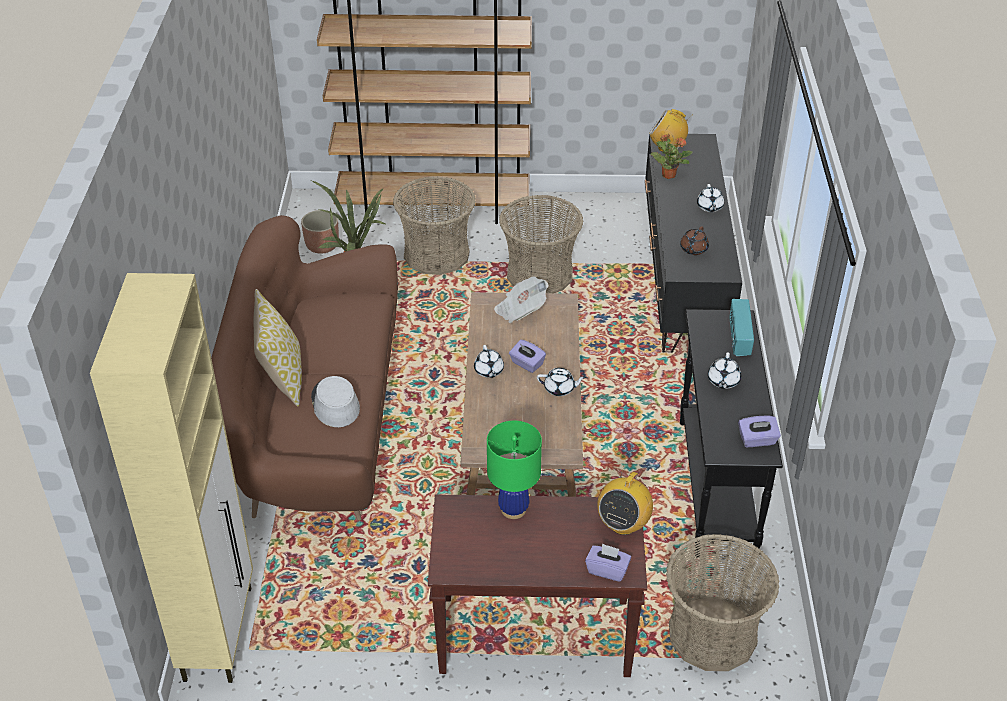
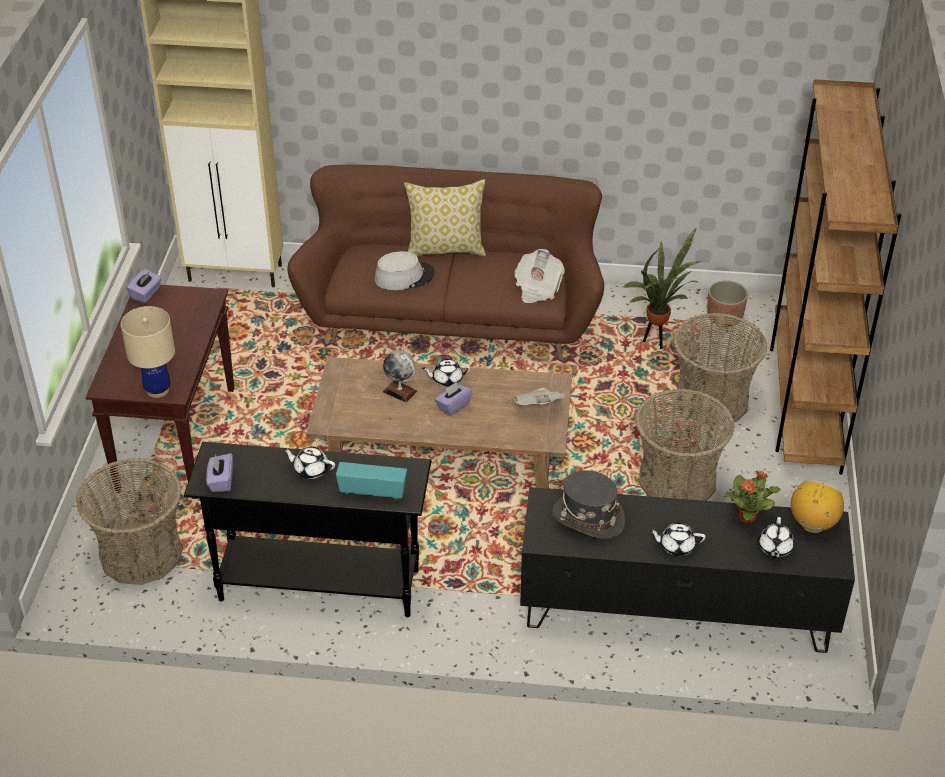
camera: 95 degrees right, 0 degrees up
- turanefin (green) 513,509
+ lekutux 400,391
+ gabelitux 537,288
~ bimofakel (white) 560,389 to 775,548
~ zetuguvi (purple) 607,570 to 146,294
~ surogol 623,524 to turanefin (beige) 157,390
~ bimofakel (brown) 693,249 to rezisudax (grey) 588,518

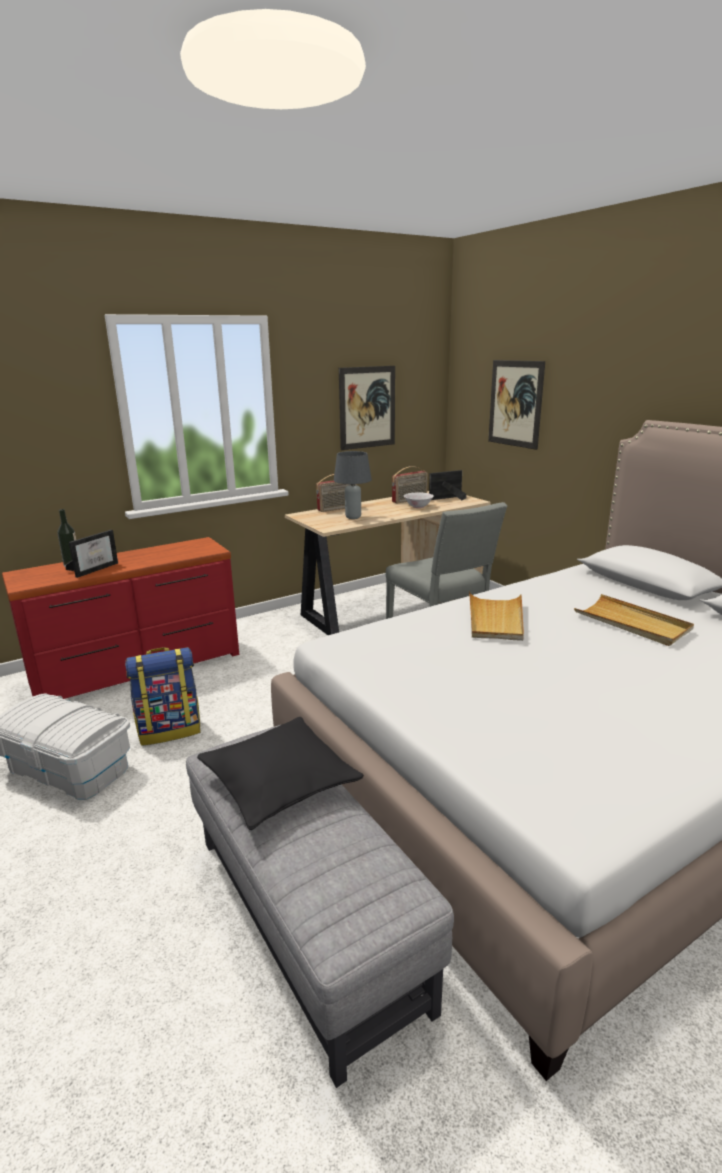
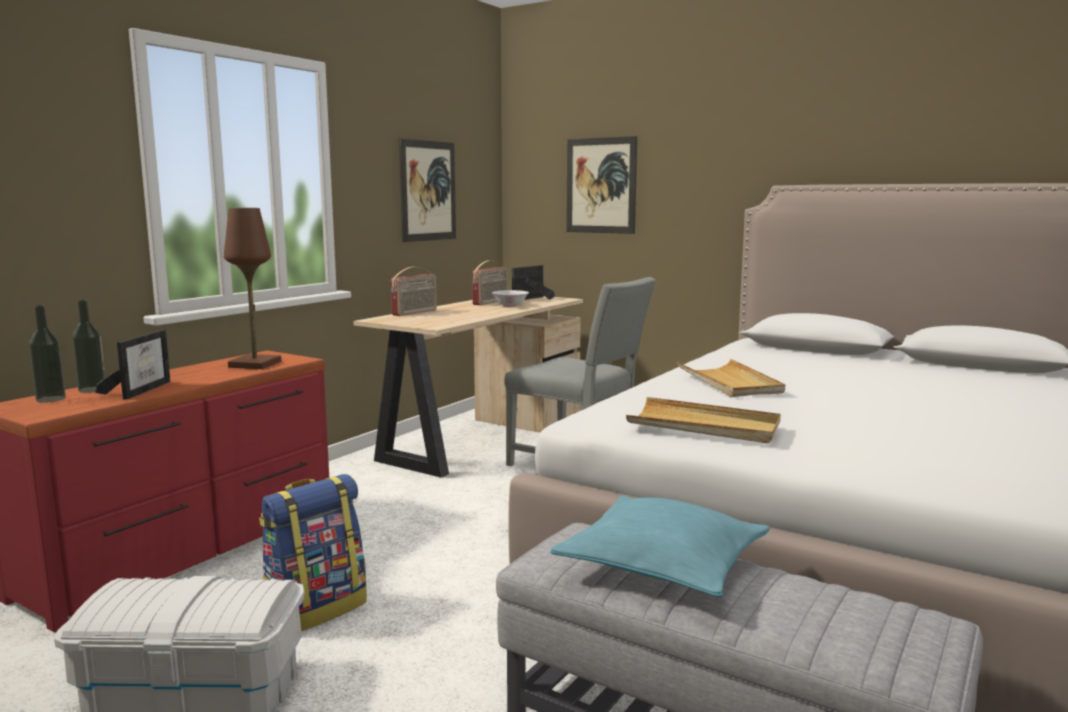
camera: 25 degrees left, 10 degrees down
- turanefin (grey) 353,517
+ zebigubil 51,399
+ turanefin (brown) 255,364
~ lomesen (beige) 632,623 to 704,426
~ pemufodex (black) 279,782 to pemufodex (turquoise) 662,564

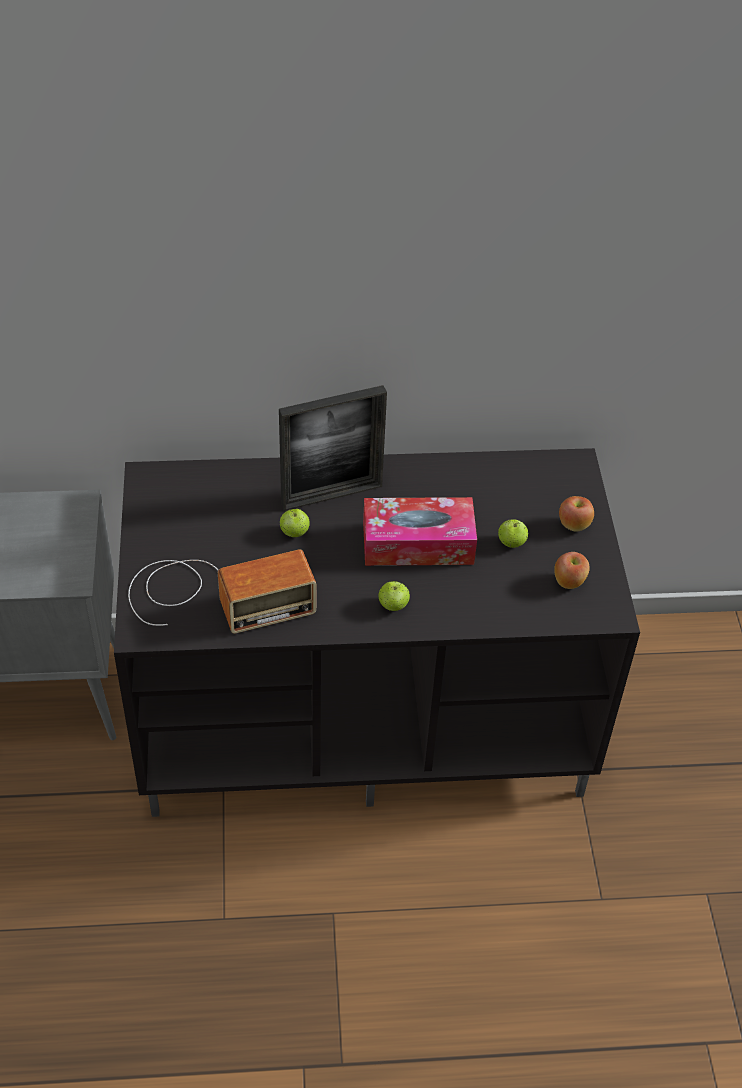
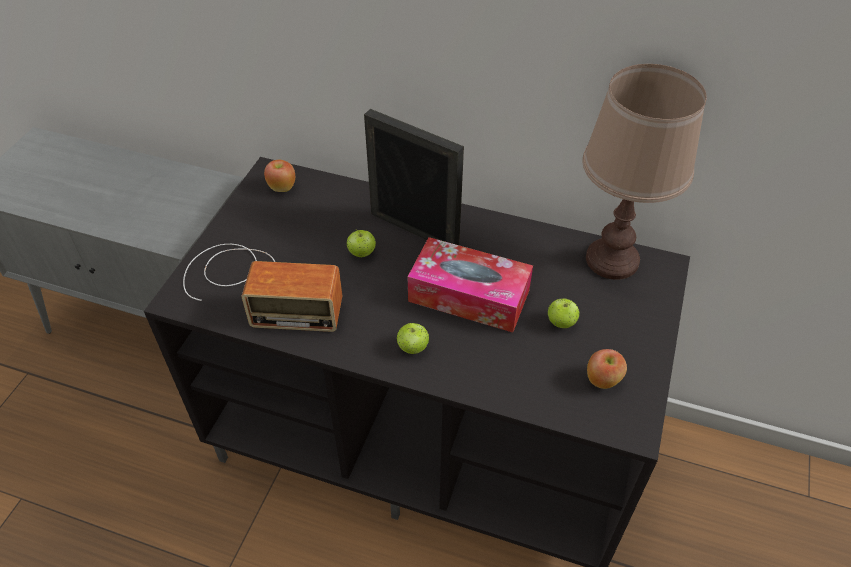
camera: 25 degrees right, 0 degrees up
+ turanefin (brown) 611,259
~ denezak 574,525 to 282,187
~ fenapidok 331,495 = 414,230 150 degrees counterclockwise

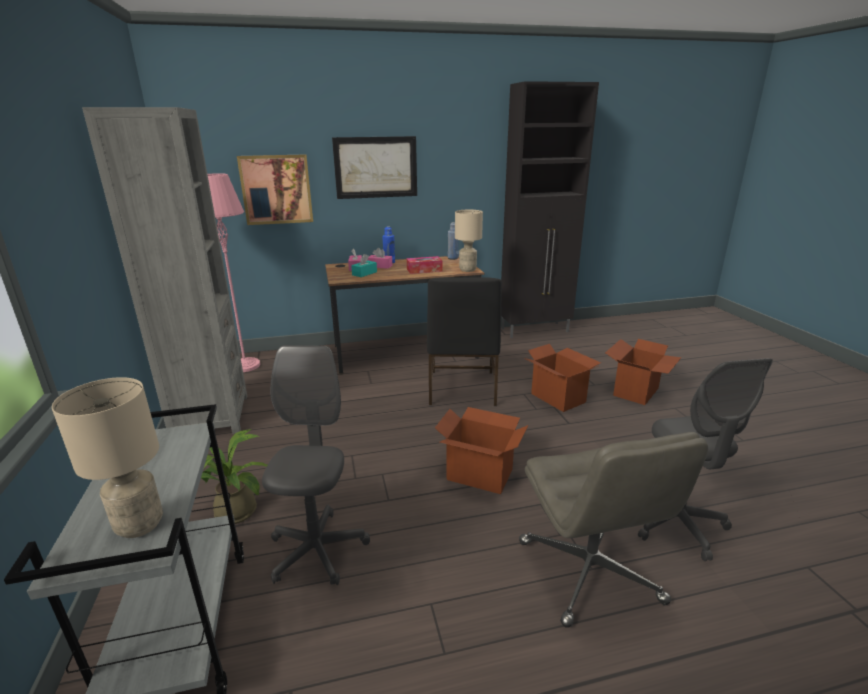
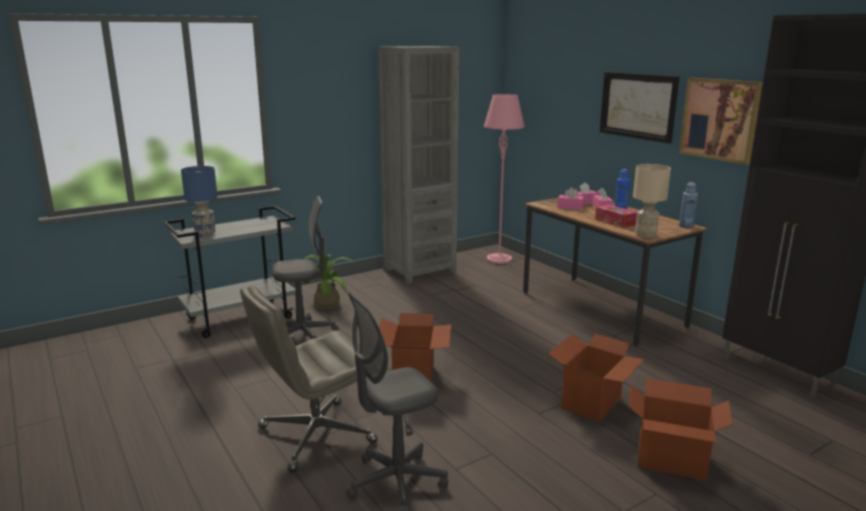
camera: 70 degrees right, 5 degrees down
- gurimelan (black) 461,388
~ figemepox 276,189 to 719,119
~ turanefin (beige) 140,525 to turanefin (blue) 205,234
~ zetuguvi (turquoise) 364,273 to zetuguvi (pink) 570,207

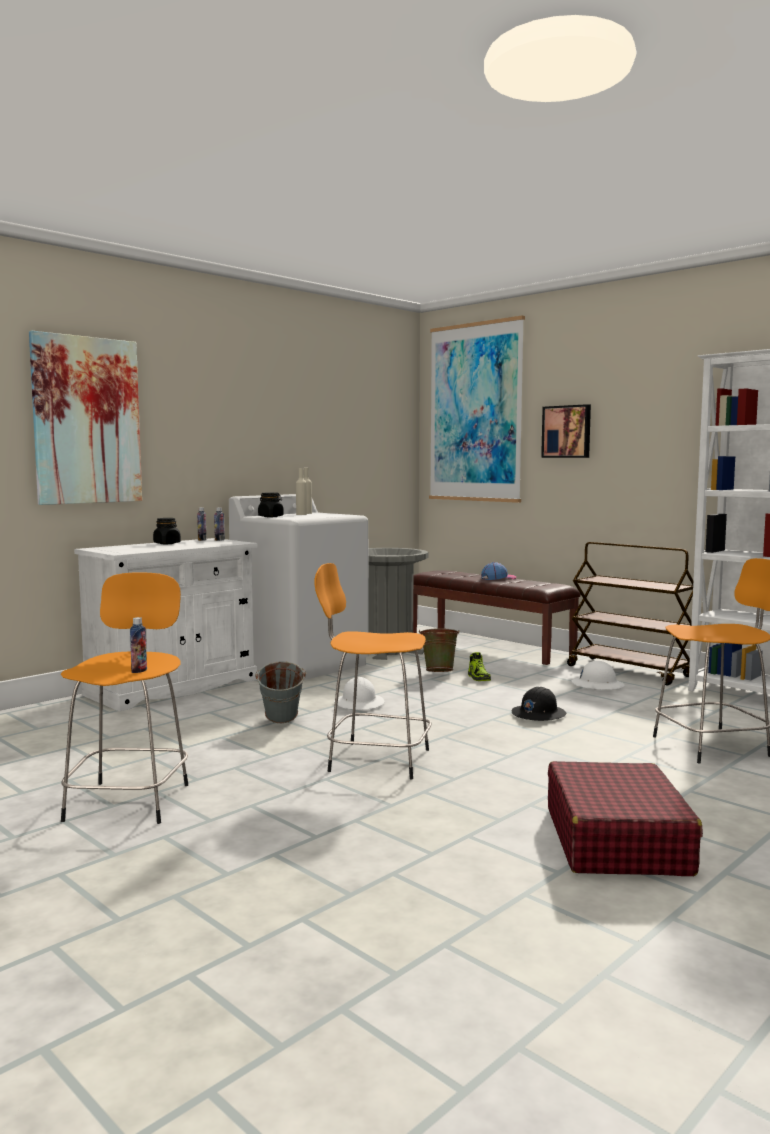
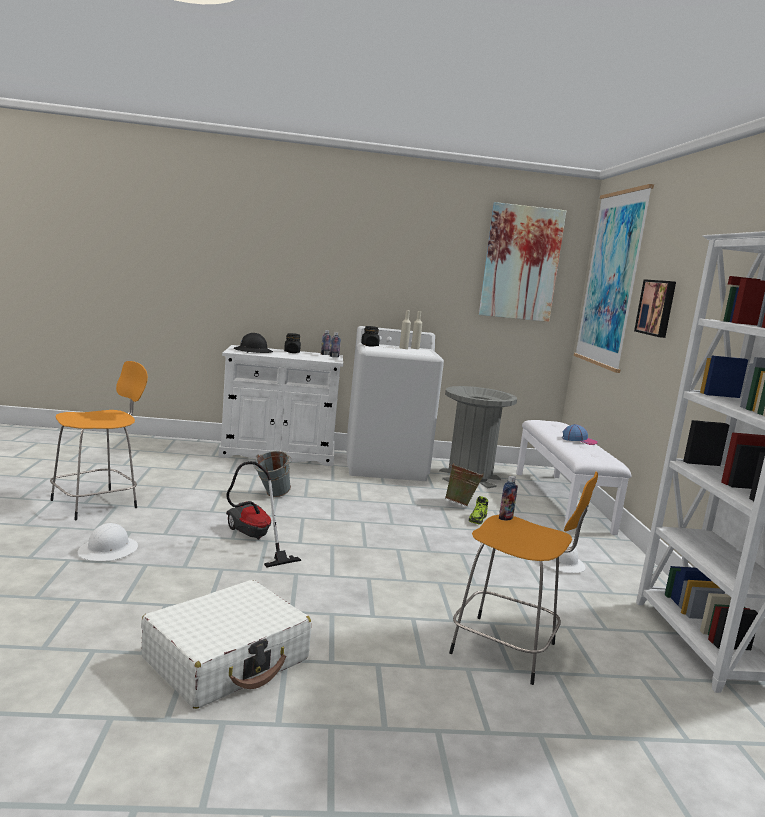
camera: 40 degrees right, 5 degrees up
- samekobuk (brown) 630,671
~ figemepox 87,420 to 521,263
~ zebigubil 139,670 to 505,518
~ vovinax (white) 359,703 to 108,551
~ vovinax (black) 538,714 to 253,351
~ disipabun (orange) 375,760 to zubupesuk 252,539
~ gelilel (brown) 489,645 to gelilel (white) 562,501
~ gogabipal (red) 616,840 to gogabipal (white) 227,659

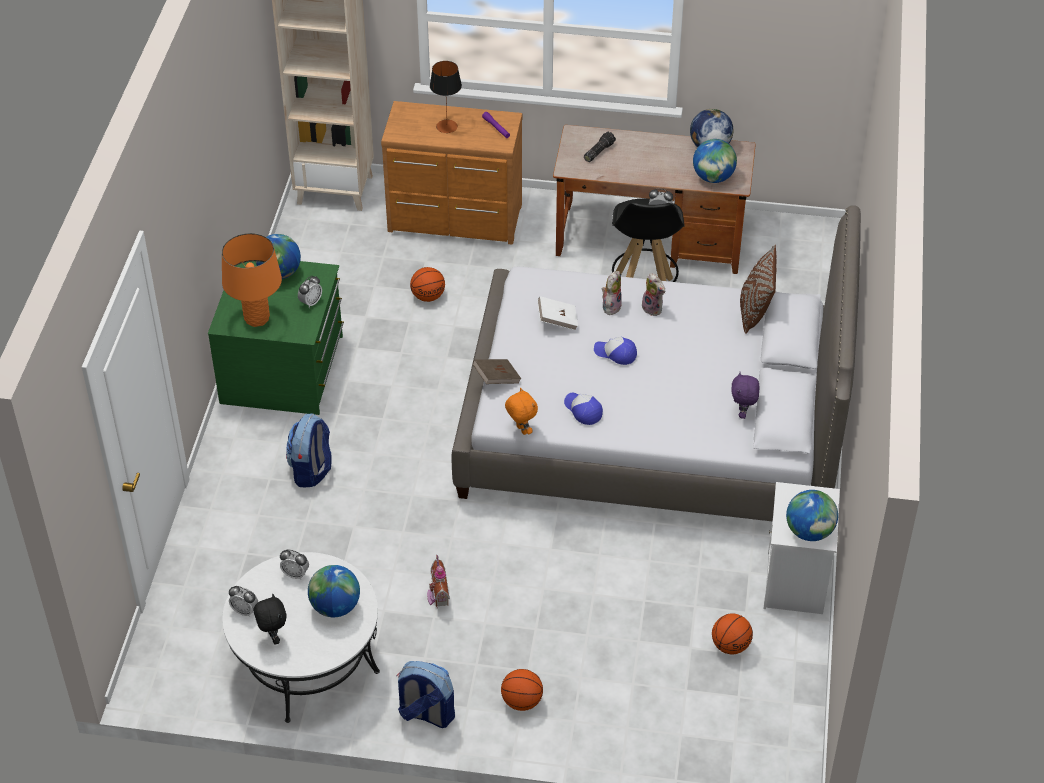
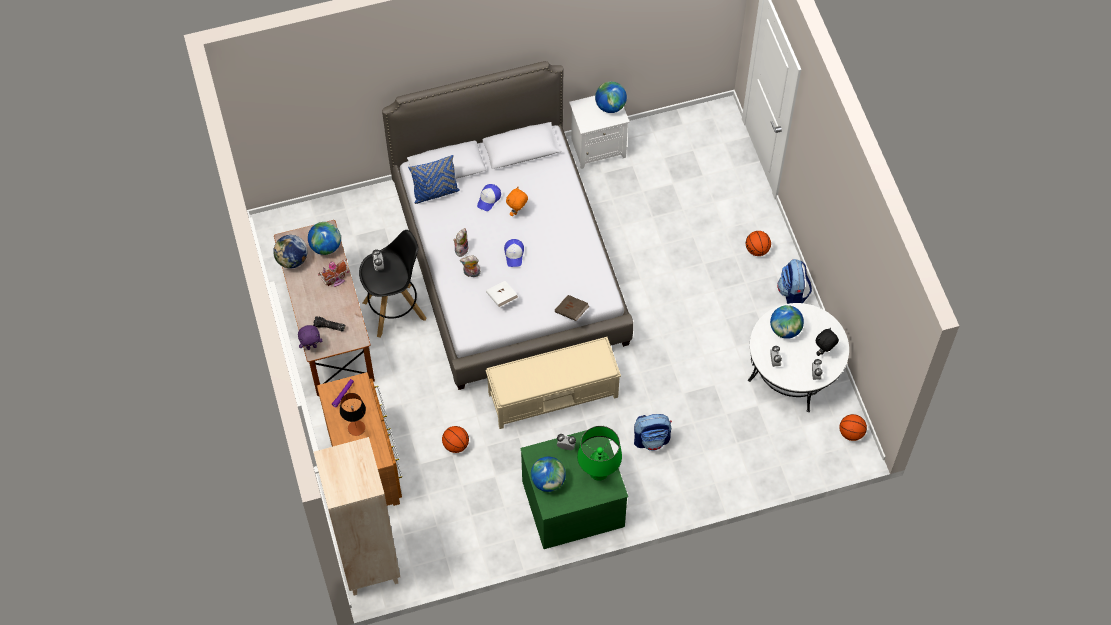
camera: 115 degrees left, 15 degrees up
+ gelilel (beige) 554,394
~ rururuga 437,596 to 335,280
~ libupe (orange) 521,430 to 517,211
~ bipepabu 583,410 to 489,199
~ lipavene 730,645 to 851,433
~ libupe (purple) 743,413 to 311,346
~ turanefin (orange) 257,318 to turanefin (green) 598,472
~ pemufodex (brown) 755,312 to pemufodex (blue) 435,192

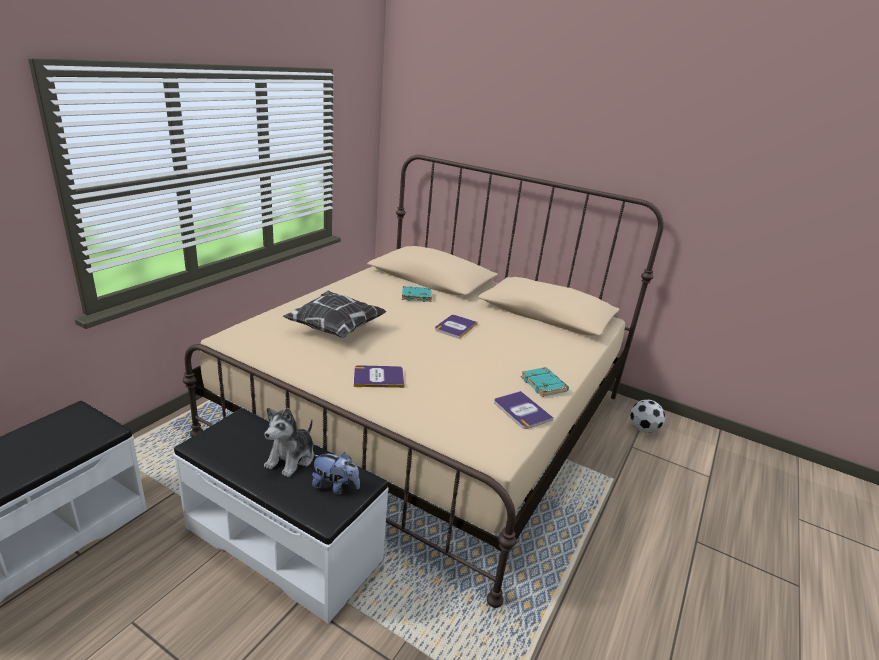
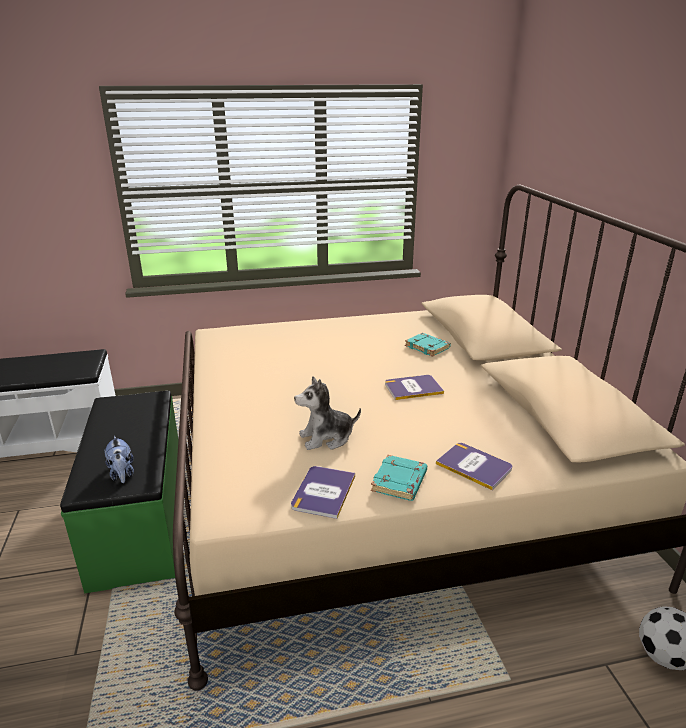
camera: 50 degrees right, 0 degrees up
- pemufodex 335,329
~ libupe 291,459 to 326,438
~ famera 378,377 to 474,466
~ gelilel (white) 284,543 to gelilel (green) 141,519

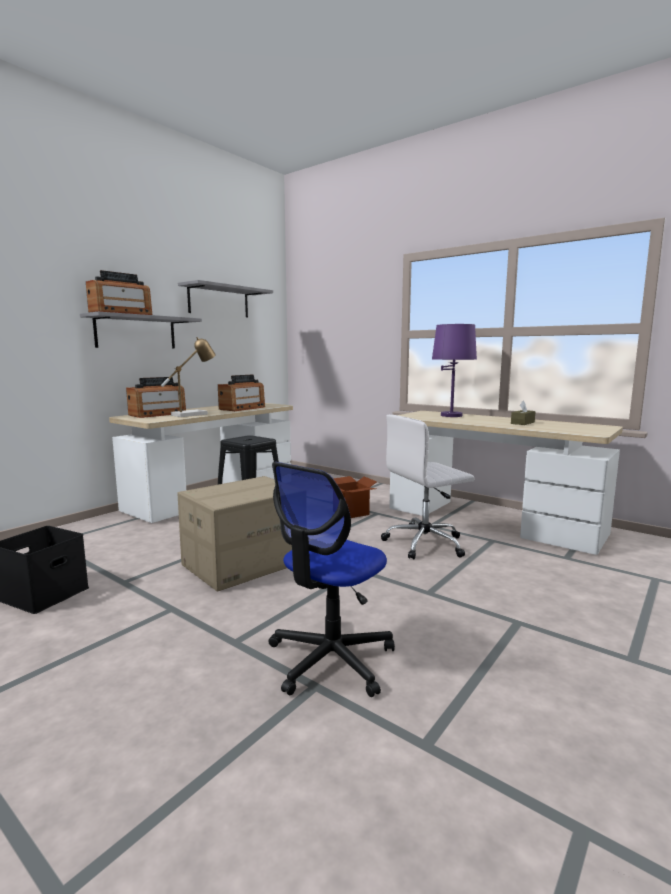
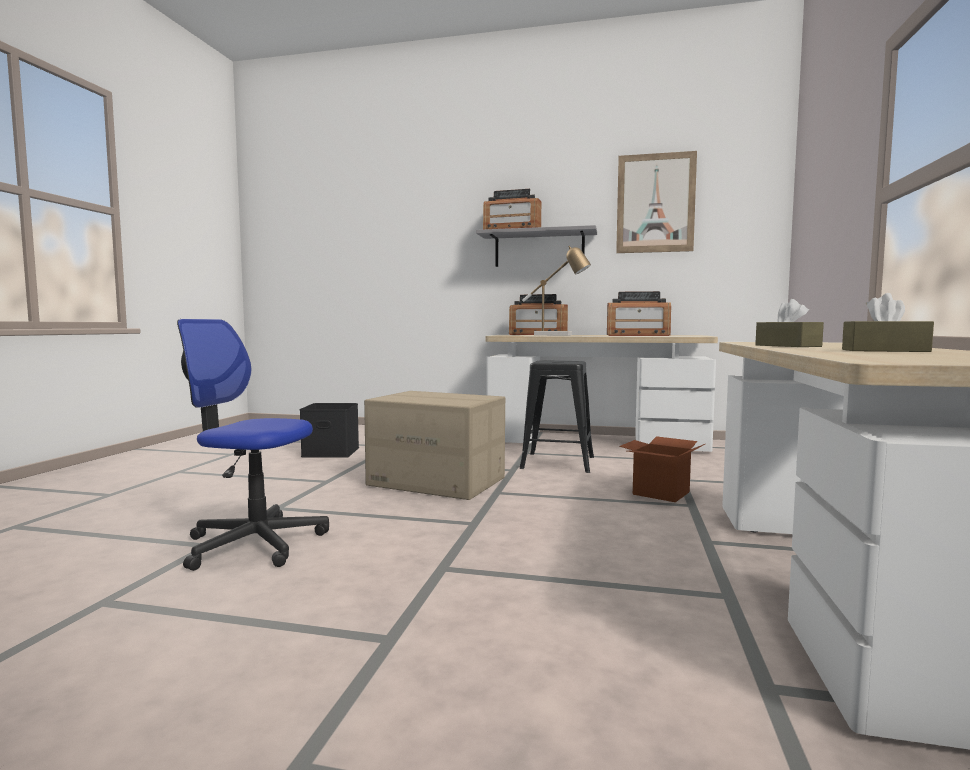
camera: 65 degrees right, 5 degrees down
- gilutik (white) 426,543
- turanefin (purple) 451,415
+ zetuguvi (brown) 787,346
~ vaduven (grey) 219,301 to figemepox 655,203

